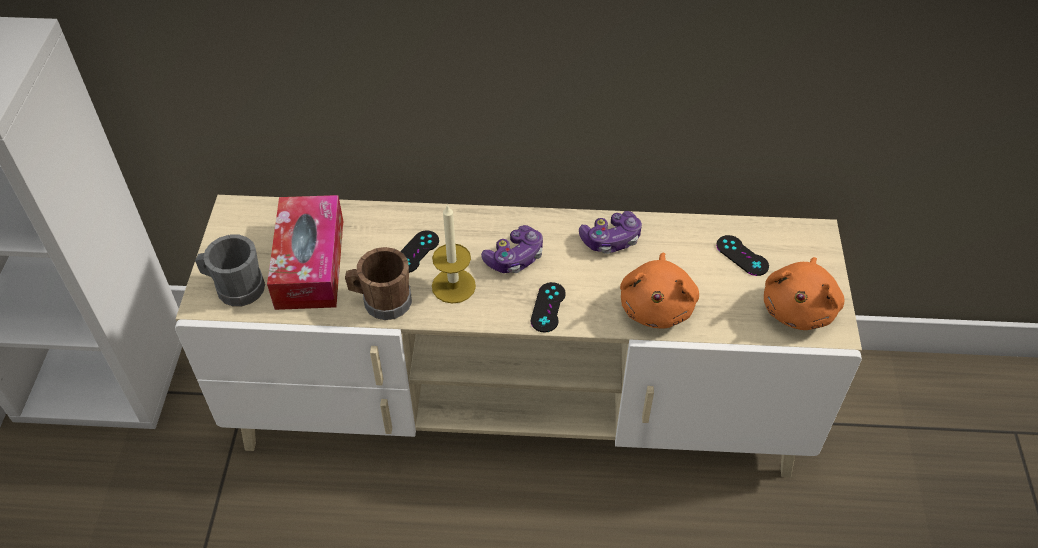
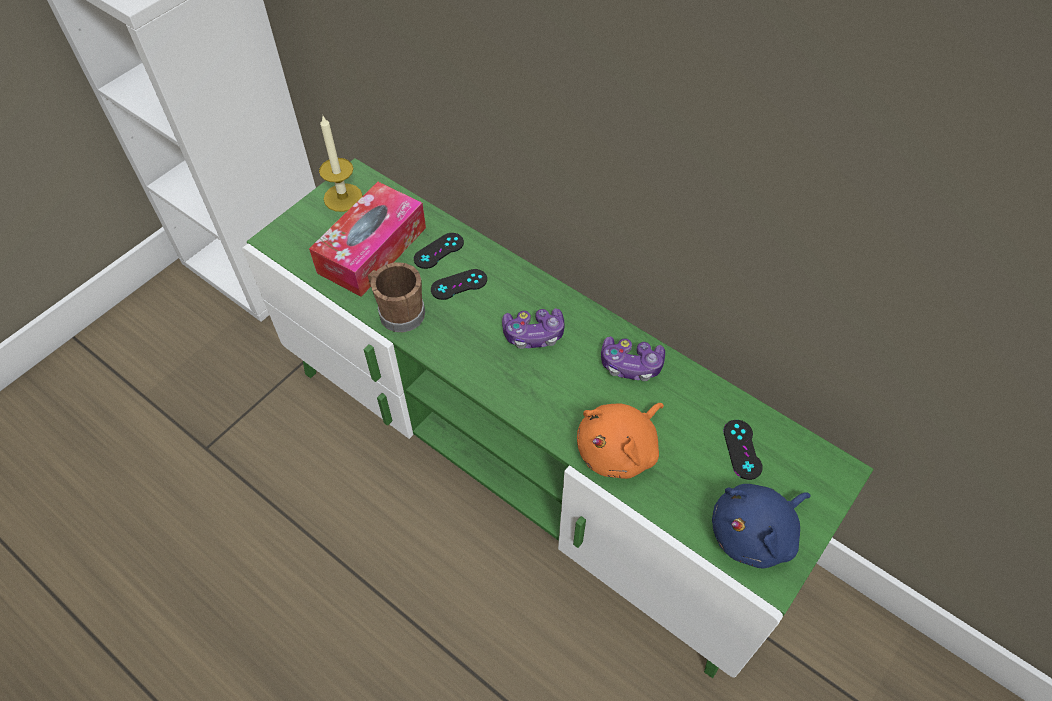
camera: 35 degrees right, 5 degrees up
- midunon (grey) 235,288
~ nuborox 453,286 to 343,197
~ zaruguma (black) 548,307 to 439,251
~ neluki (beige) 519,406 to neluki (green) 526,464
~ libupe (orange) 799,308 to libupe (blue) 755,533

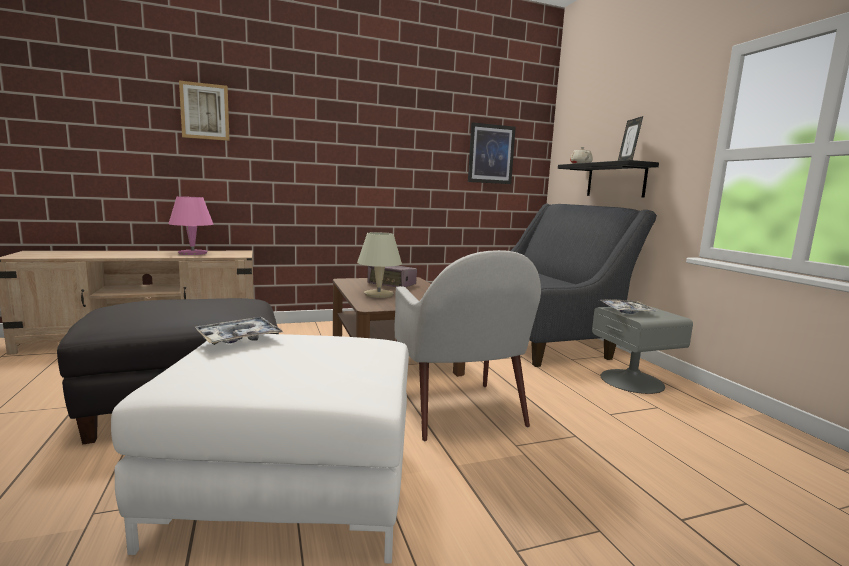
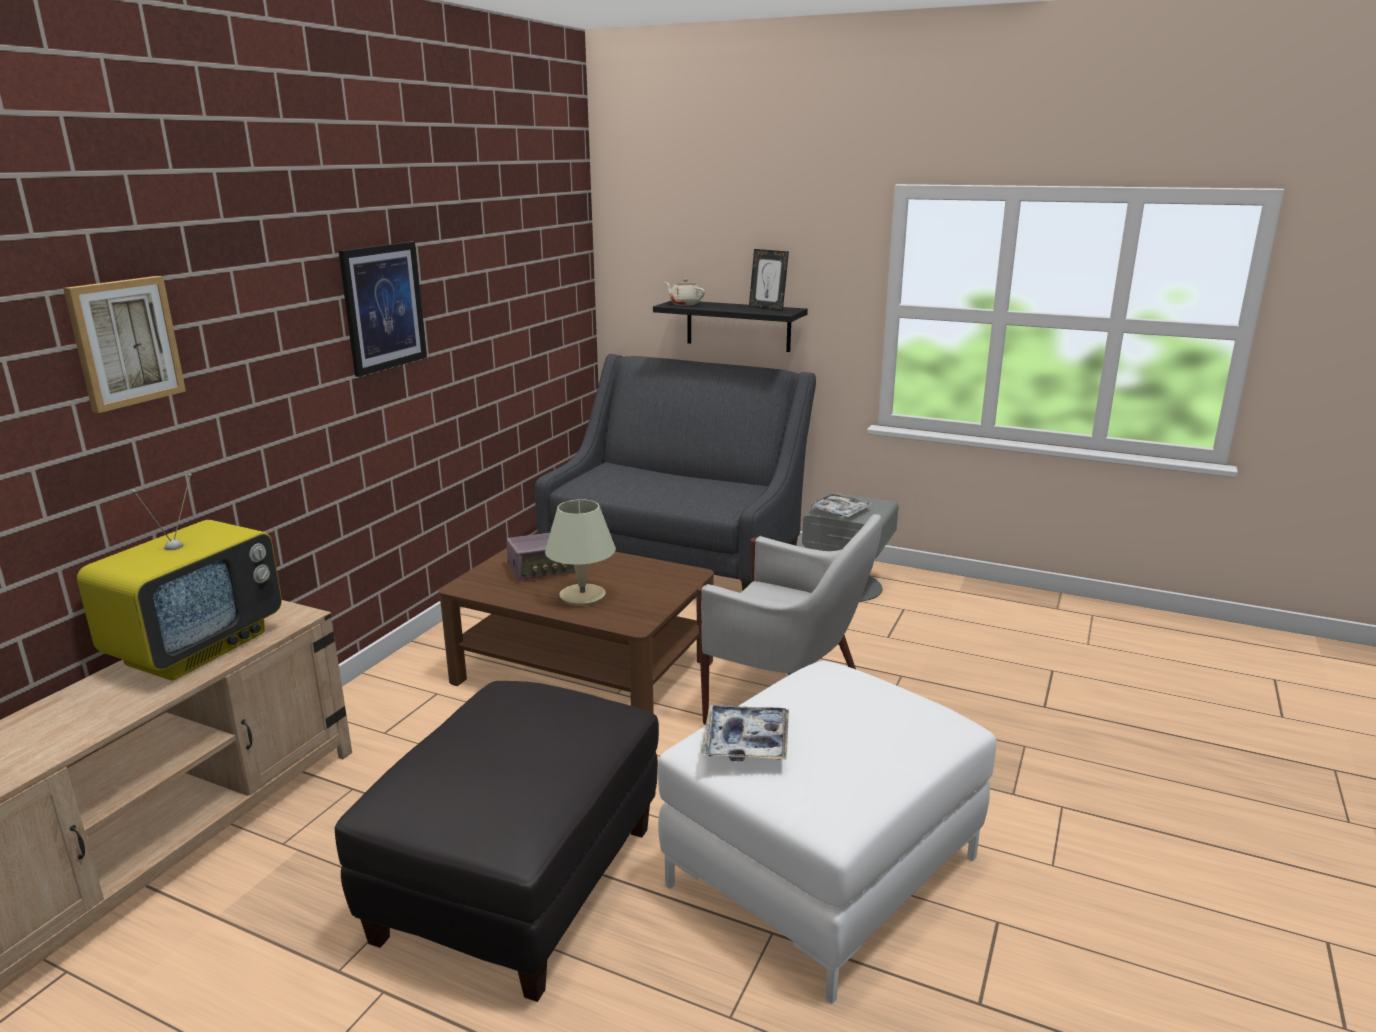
camera: 45 degrees left, 10 degrees up
~ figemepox 491,154 to 383,307
~ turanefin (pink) 193,253 to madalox 197,648

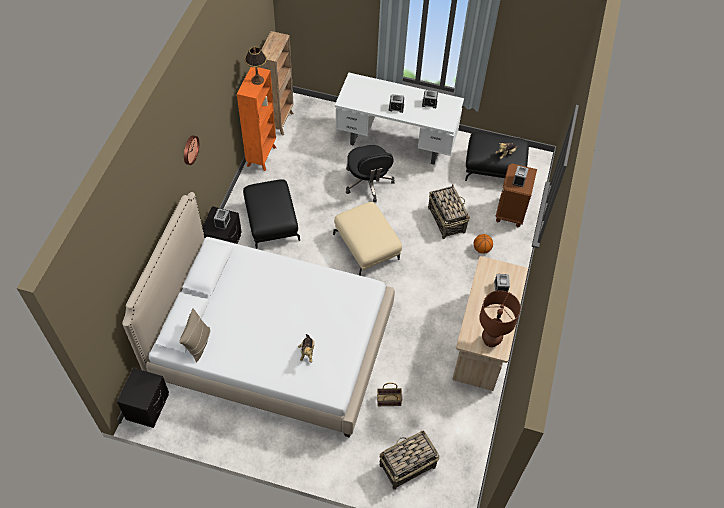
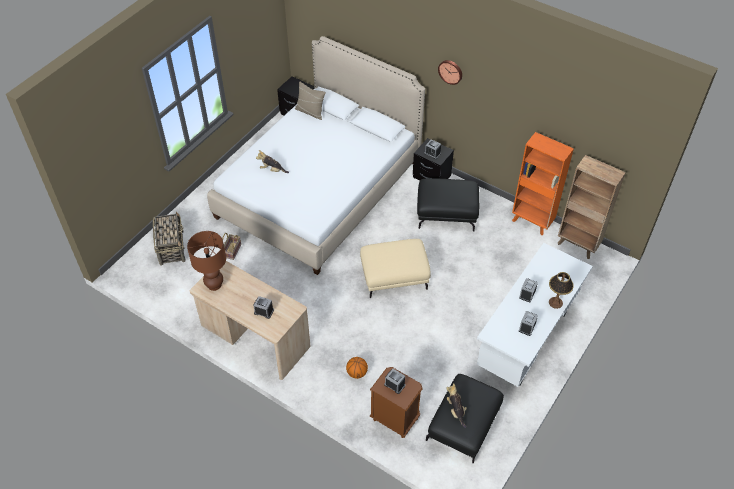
camera: 110 degrees right, 5 degrees down
- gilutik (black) 368,183
- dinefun 446,219
~ turanefin 257,80 to 555,303

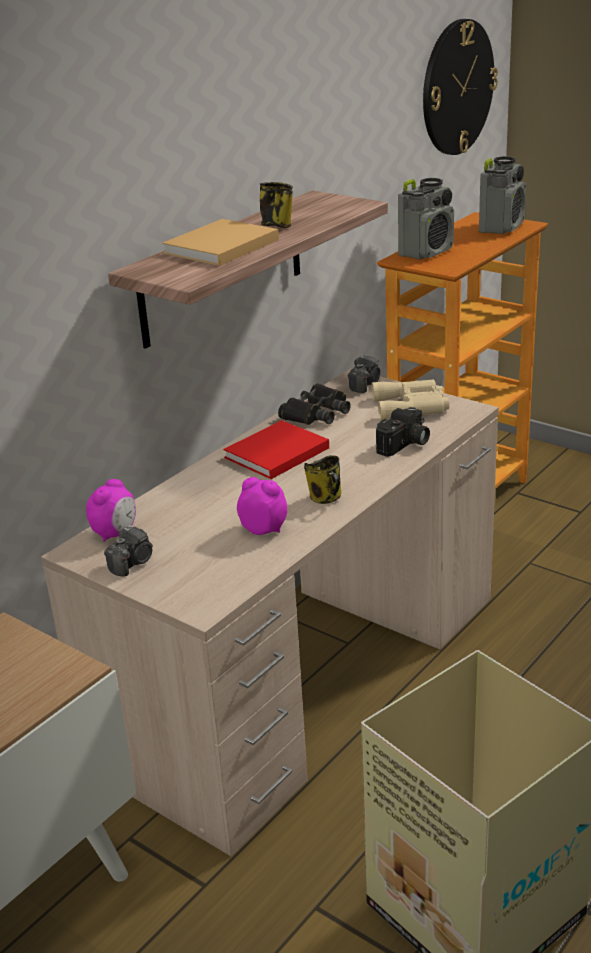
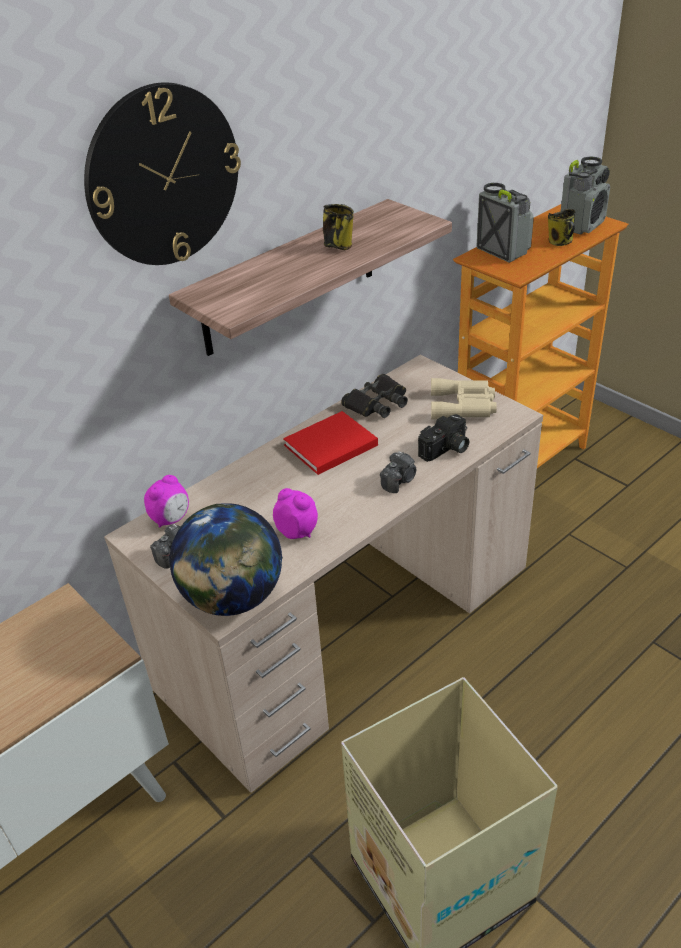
camera: 10 degrees right, 10 degrees up
- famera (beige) 219,247
+ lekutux 233,598
~ midunon 326,498 to 561,242
~ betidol 364,384 to 399,480
~ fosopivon 457,88 to 163,176
~ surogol 426,252 = 502,250 90 degrees counterclockwise

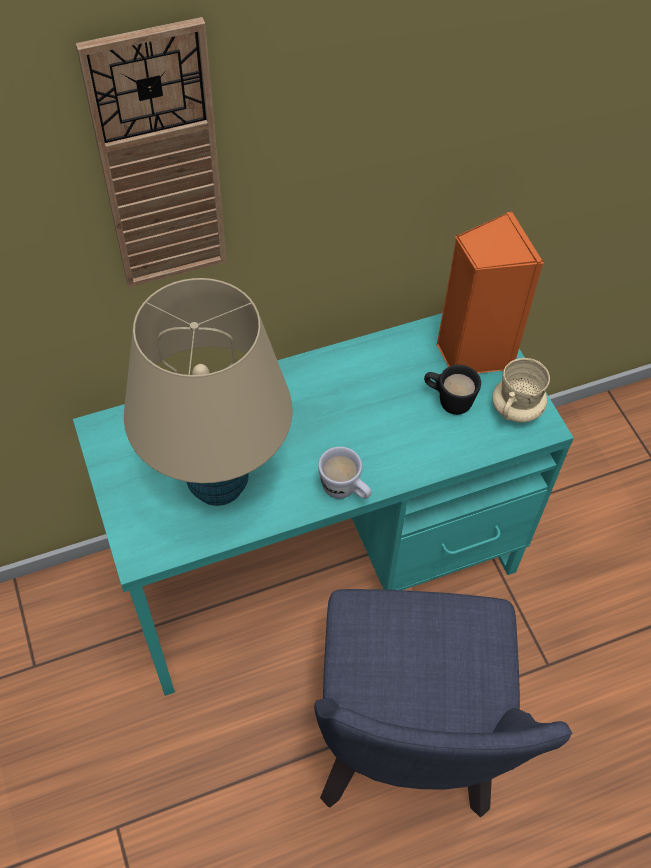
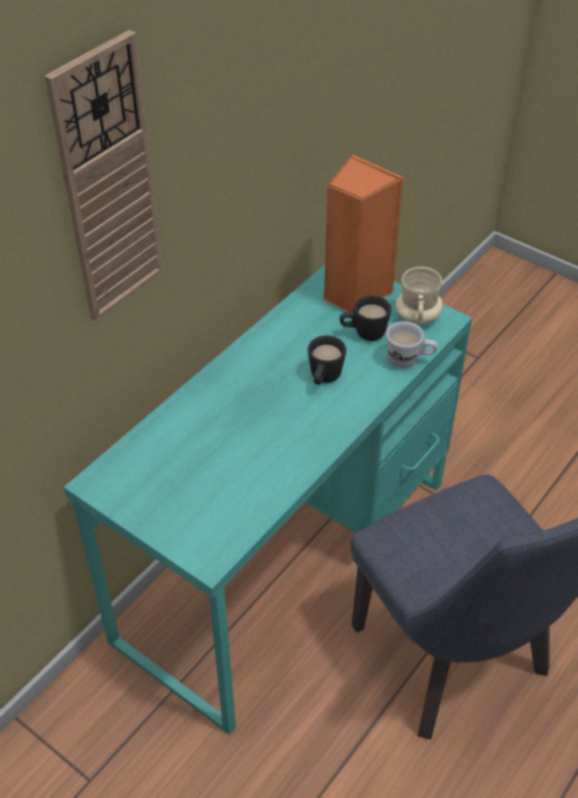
camera: 30 degrees left, 10 degrees down
- turanefin (beige) 217,483
+ midunon (black) 323,379
~ midunon (white) 345,491 to 409,360

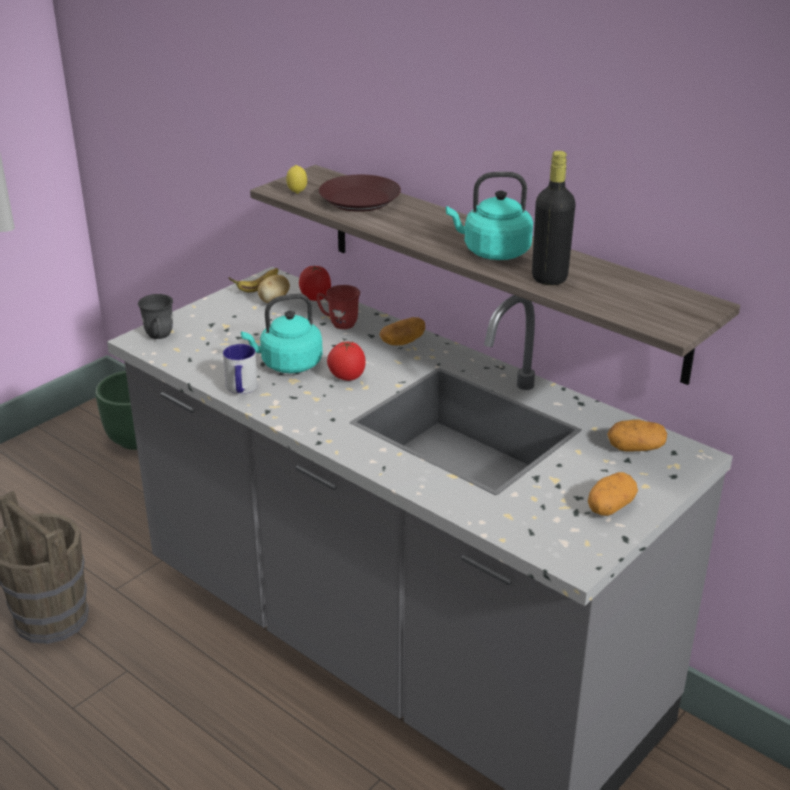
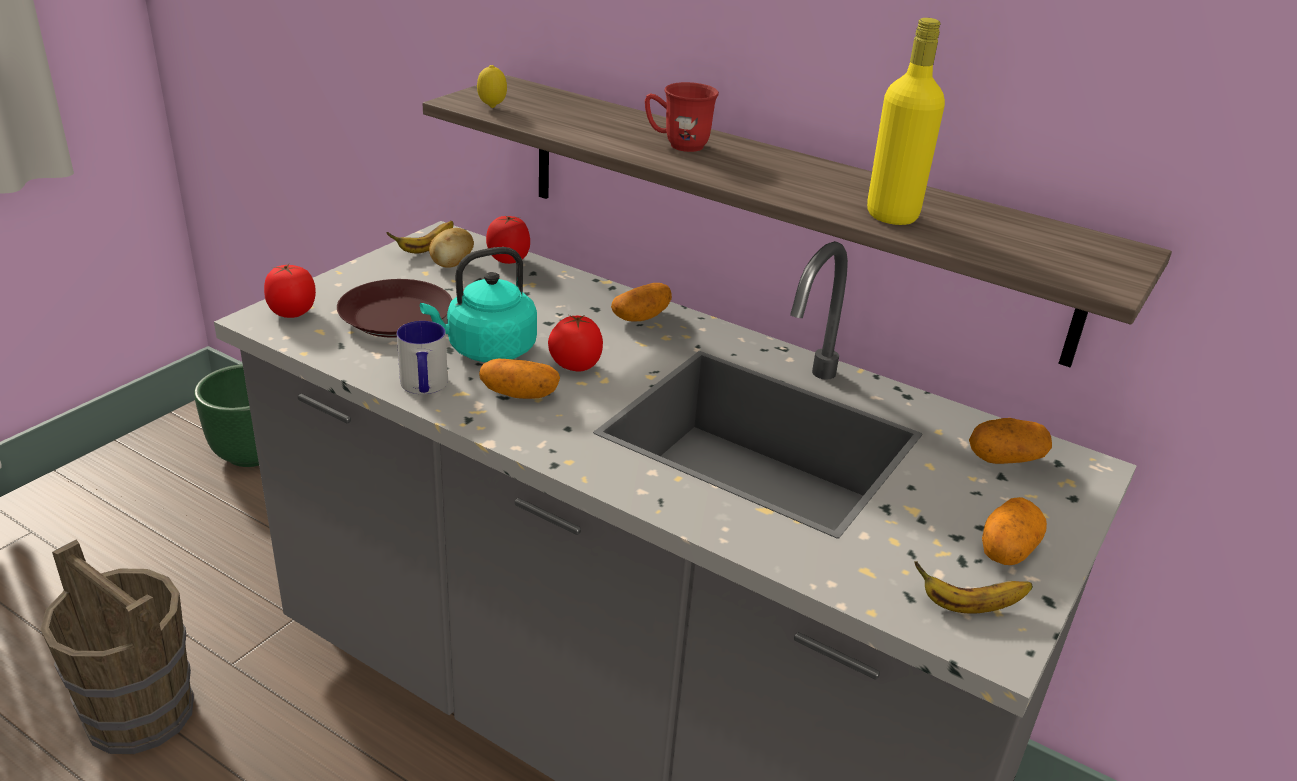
camera: 10 degrees left, 0 degrees up
- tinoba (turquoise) 493,252
+ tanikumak 519,394
+ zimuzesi 969,607
~ midunon (red) 338,323 to 677,144
~ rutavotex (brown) 359,199 to 396,317
~ midunon (grey) 159,336 to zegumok 293,314
~ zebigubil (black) 549,278 to zebigubil (yellow) 892,215

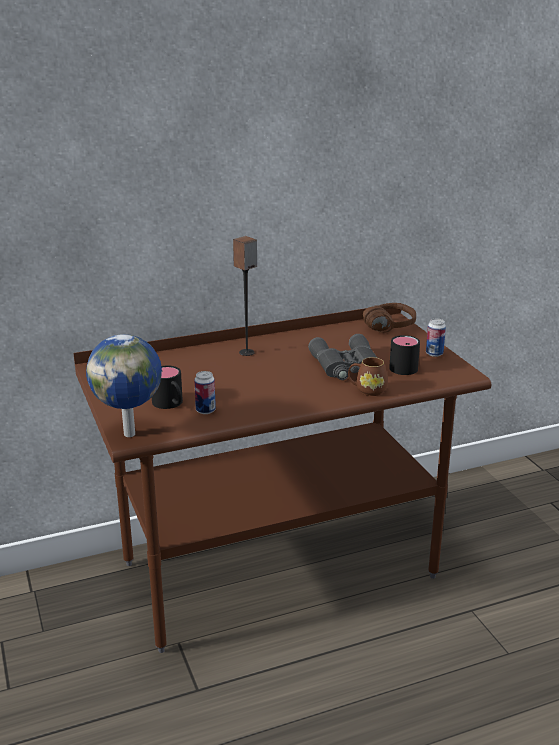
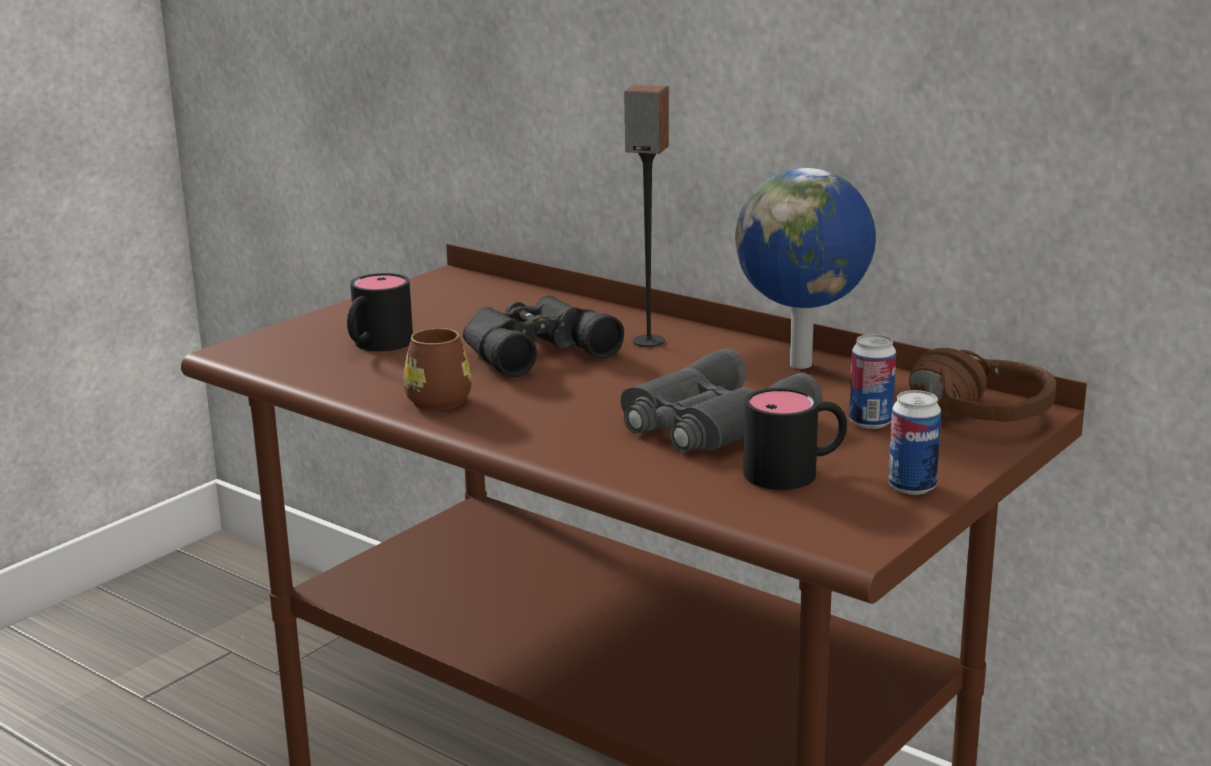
camera: 60 degrees right, 5 degrees down
+ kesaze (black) 531,350
~ lekutux 131,433 to 804,365
~ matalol 205,410 to 870,422
~ midunon (brown) 367,390 to 436,398

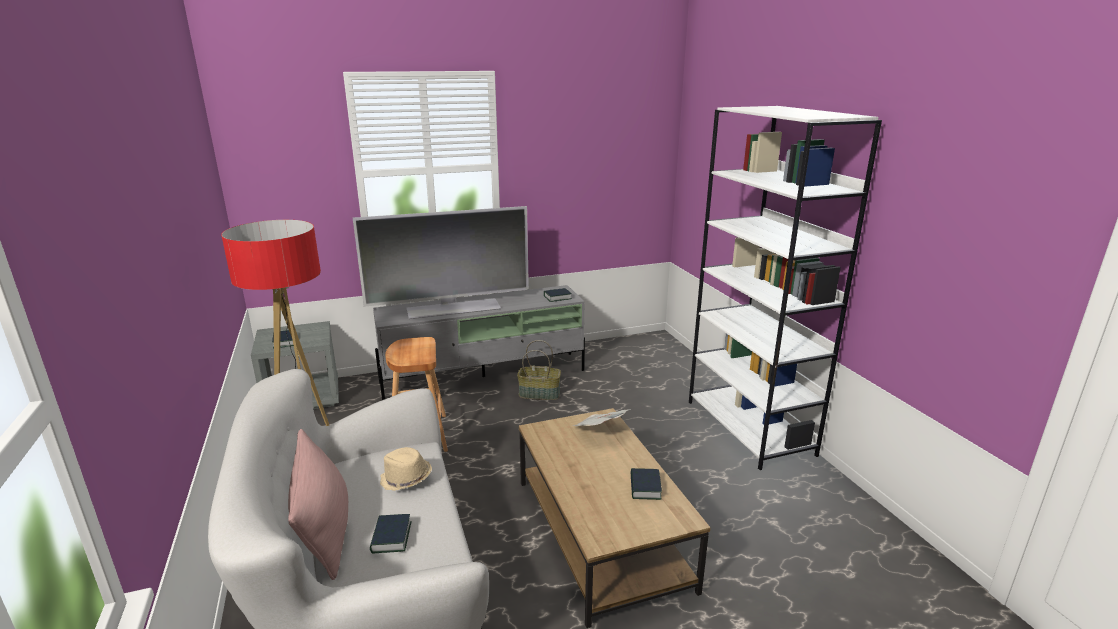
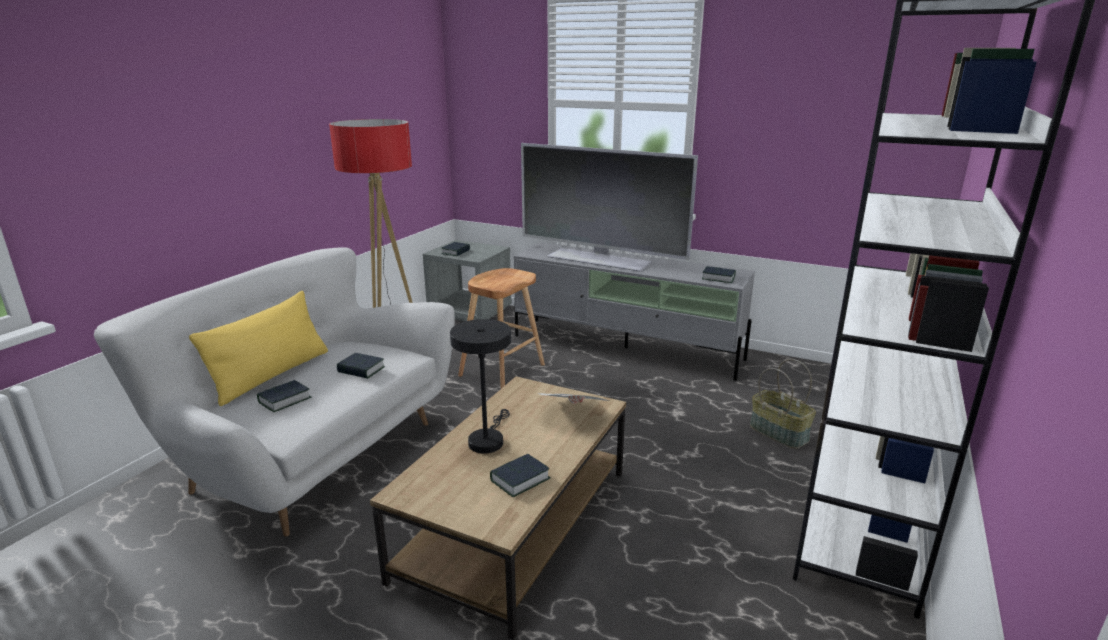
camera: 45 degrees right, 0 degrees up
+ turanefin (black) 487,439
~ dinefun 540,394 to 779,433
~ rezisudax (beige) 406,479 to famera 361,370
~ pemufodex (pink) 324,528 to pemufodex (yellow) 272,375

